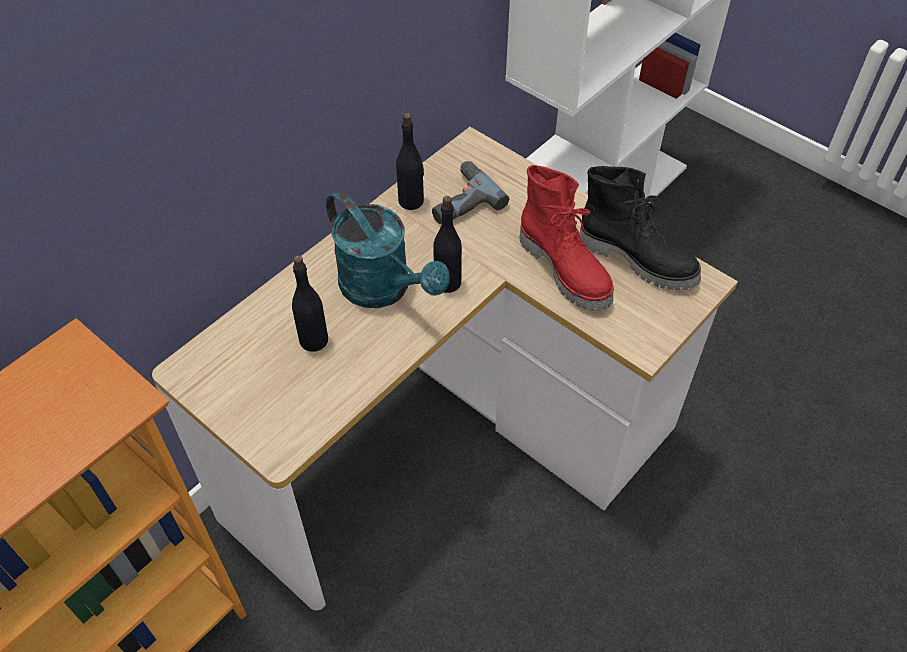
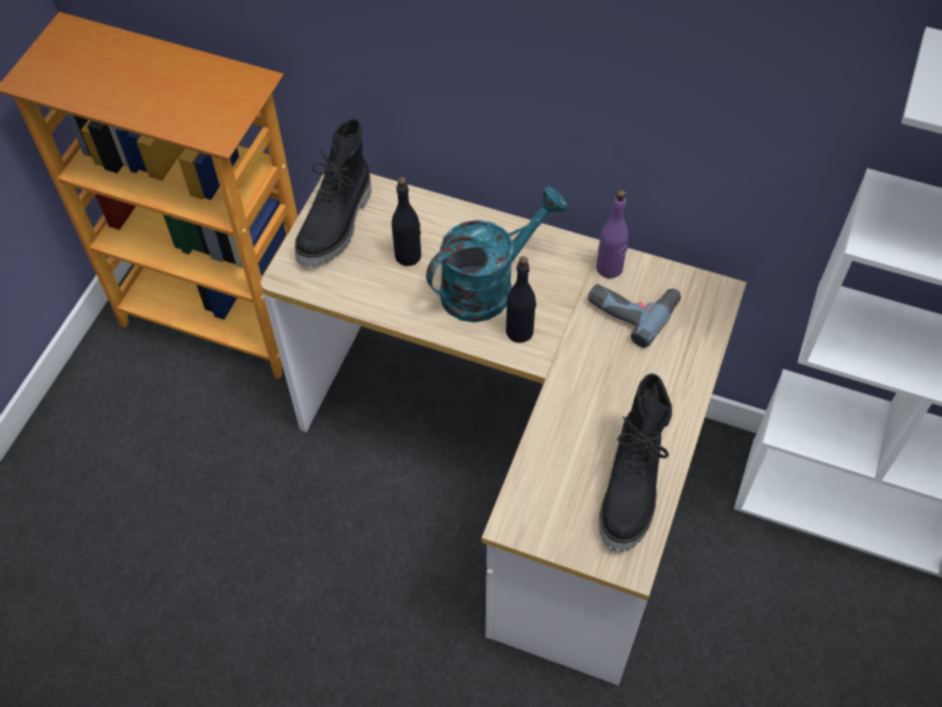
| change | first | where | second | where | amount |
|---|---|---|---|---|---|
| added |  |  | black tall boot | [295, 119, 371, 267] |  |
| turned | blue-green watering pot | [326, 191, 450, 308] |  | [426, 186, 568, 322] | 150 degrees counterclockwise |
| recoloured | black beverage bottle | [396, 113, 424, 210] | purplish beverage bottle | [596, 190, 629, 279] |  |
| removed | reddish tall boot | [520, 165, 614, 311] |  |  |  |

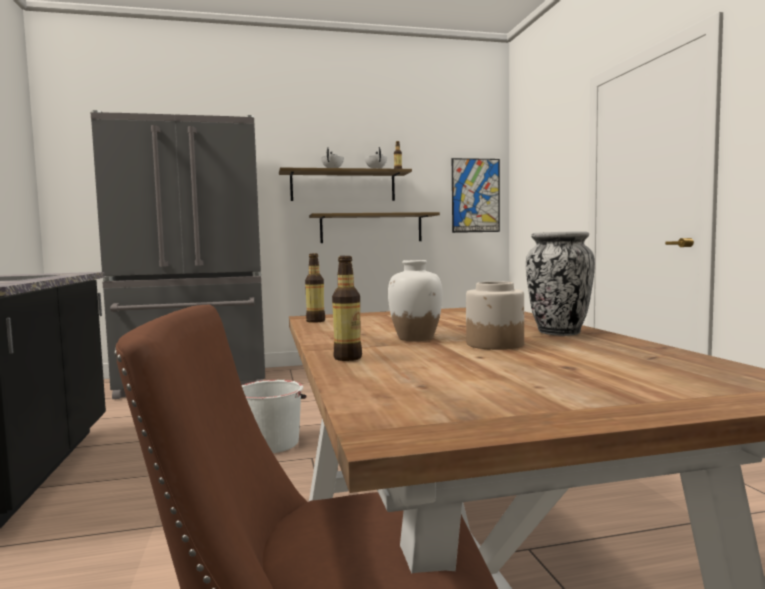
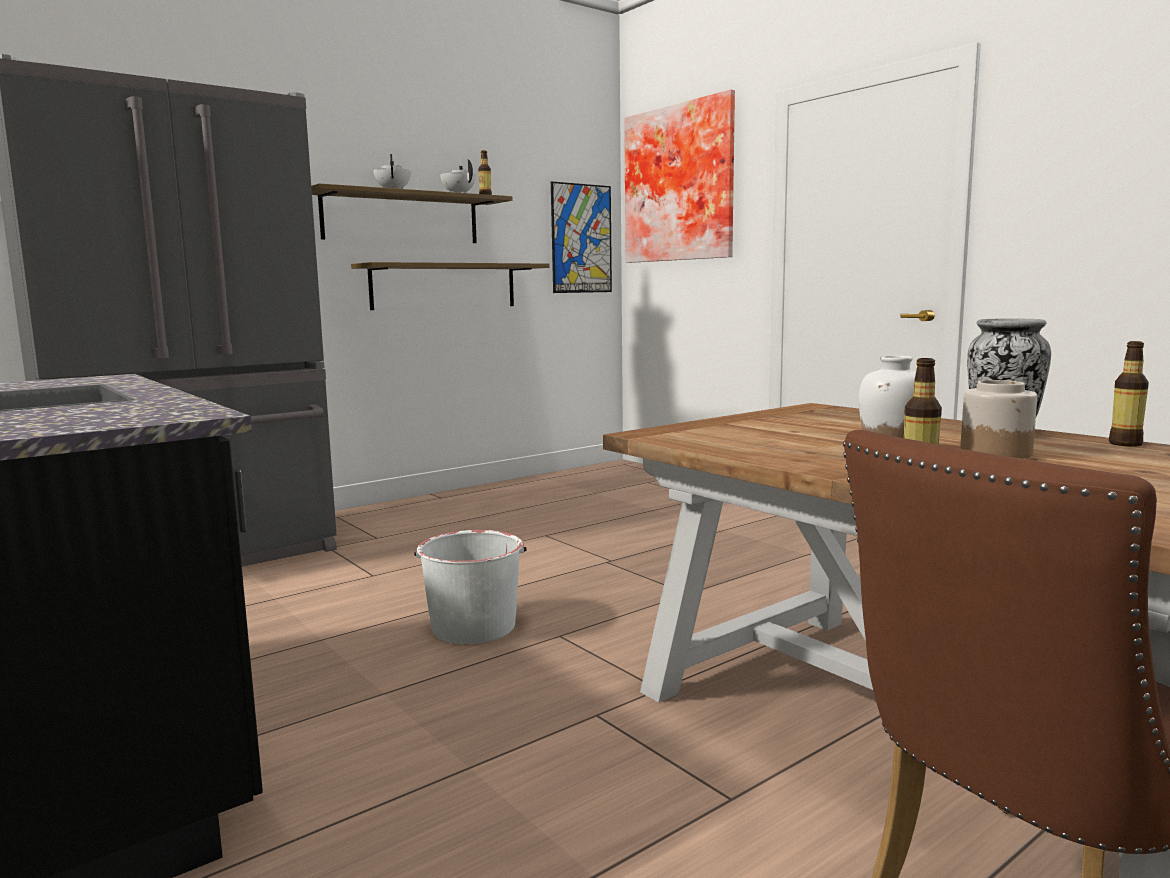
| change | first | where | second | where | amount |
|---|---|---|---|---|---|
| added |  |  | picture | [624, 90, 735, 263] |  |
| moved | beverage bottle | [305, 253, 325, 323] |  | [1109, 341, 1149, 447] |  |

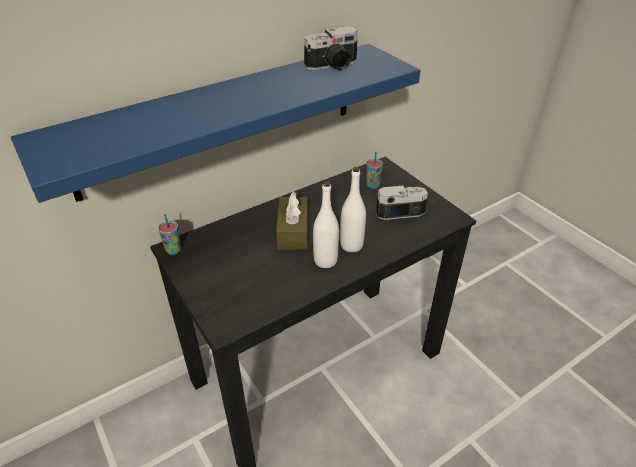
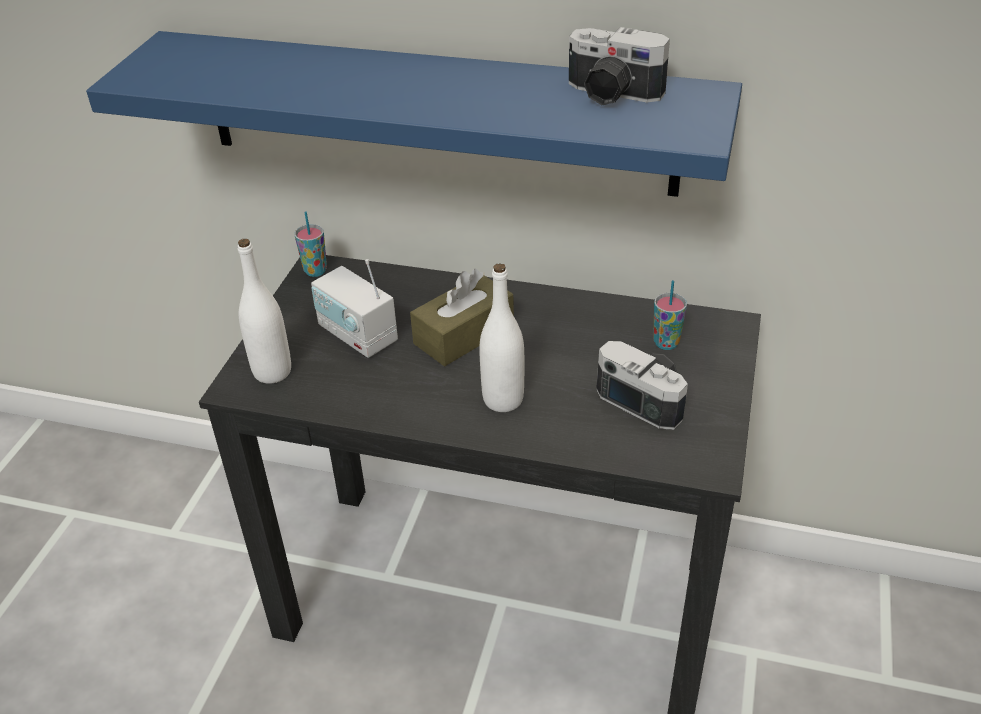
| change | first | where | second | where | amount |
|---|---|---|---|---|---|
| moved | white-coloured beverage bottle | [313, 181, 339, 268] |  | [238, 239, 291, 384] |  |
| added |  |  | radio set | [311, 259, 398, 358] |  |

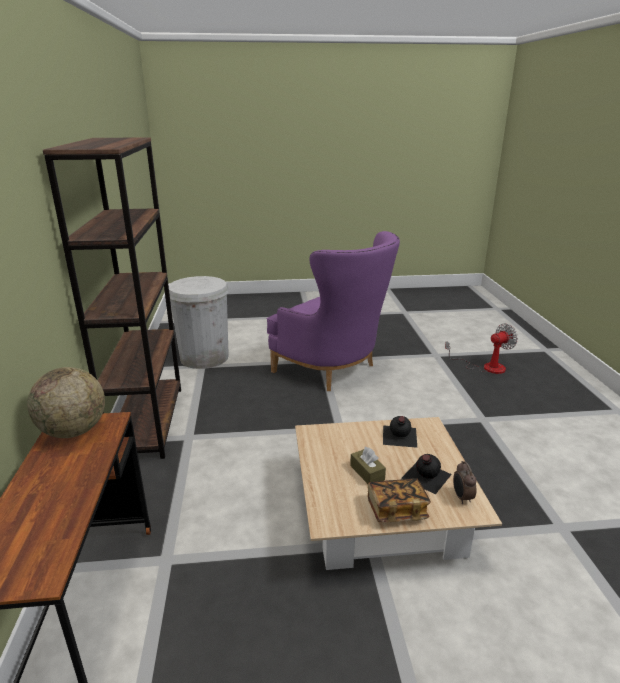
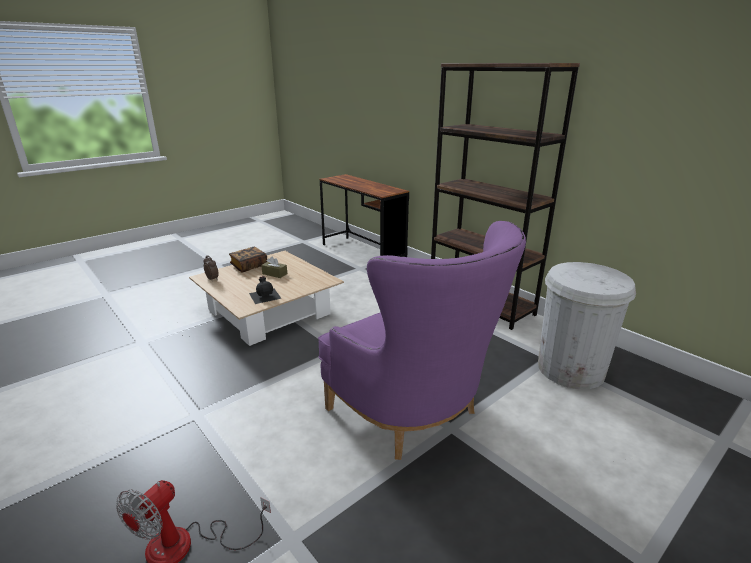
| change | first | where | second | where | amount |
|---|---|---|---|---|---|
| turned | purplish armchair | [267, 231, 400, 391] |  | [318, 221, 526, 460] | 135 degrees counterclockwise |
| removed | desk globe | [27, 367, 105, 438] |  |  |  |
| removed | black beverage bottle | [401, 454, 452, 494] |  |  |  |

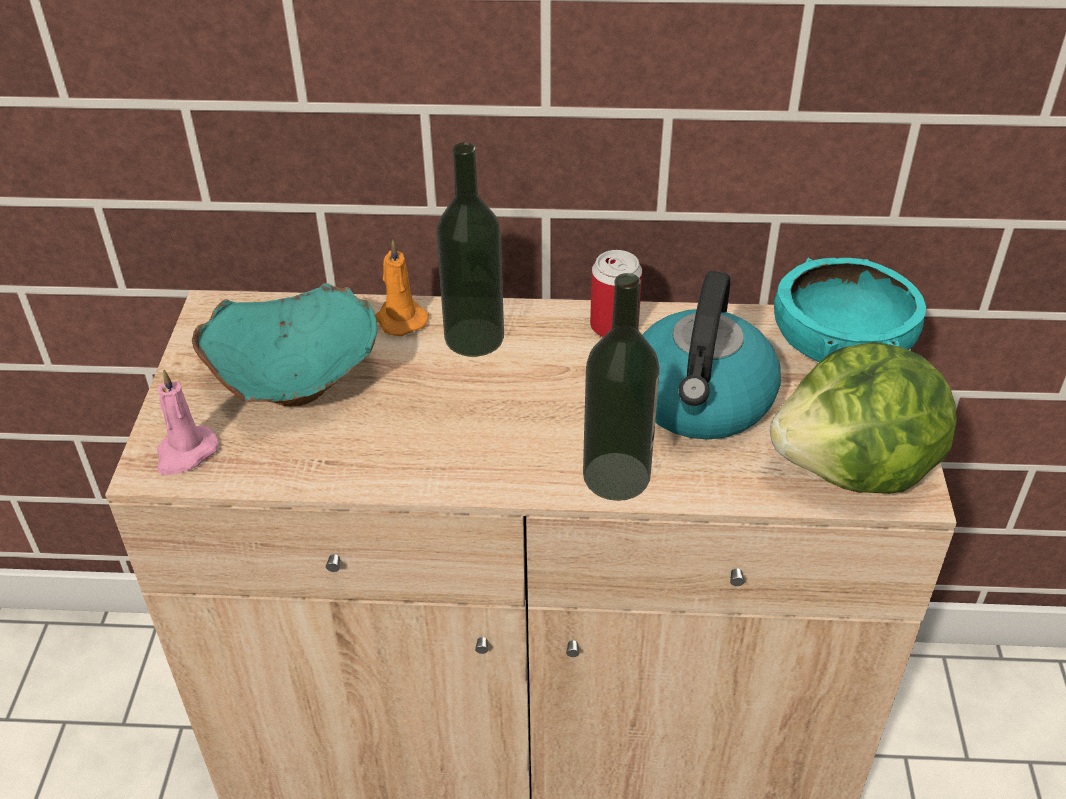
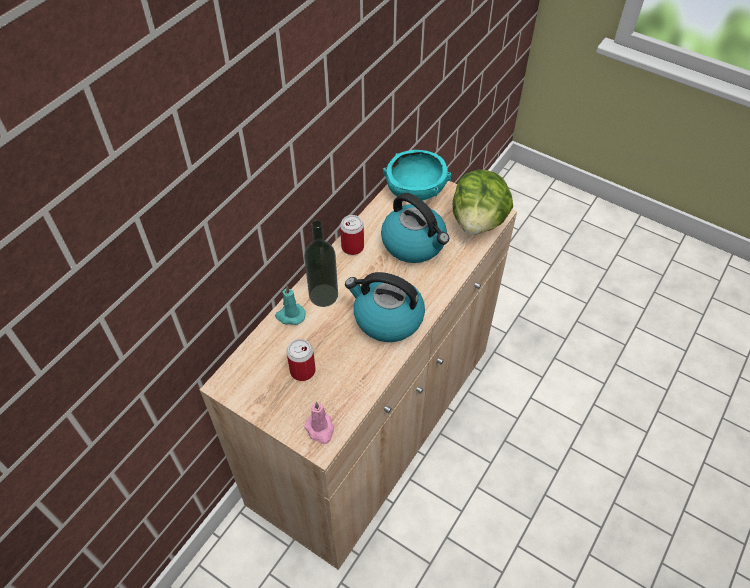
| change | first | where | second | where | amount |
|---|---|---|---|---|---|
| recoloured | orangey wax candle | [375, 240, 429, 336] | blue-green wax candle | [275, 286, 306, 325] |  |
| replaced | blue-green bowl | [192, 283, 377, 407] | metal can | [286, 339, 316, 381] |  |
| added |  |  | water kettle | [345, 272, 425, 342] |  |
| removed | beverage bottle | [583, 273, 660, 501] |  |  |  |

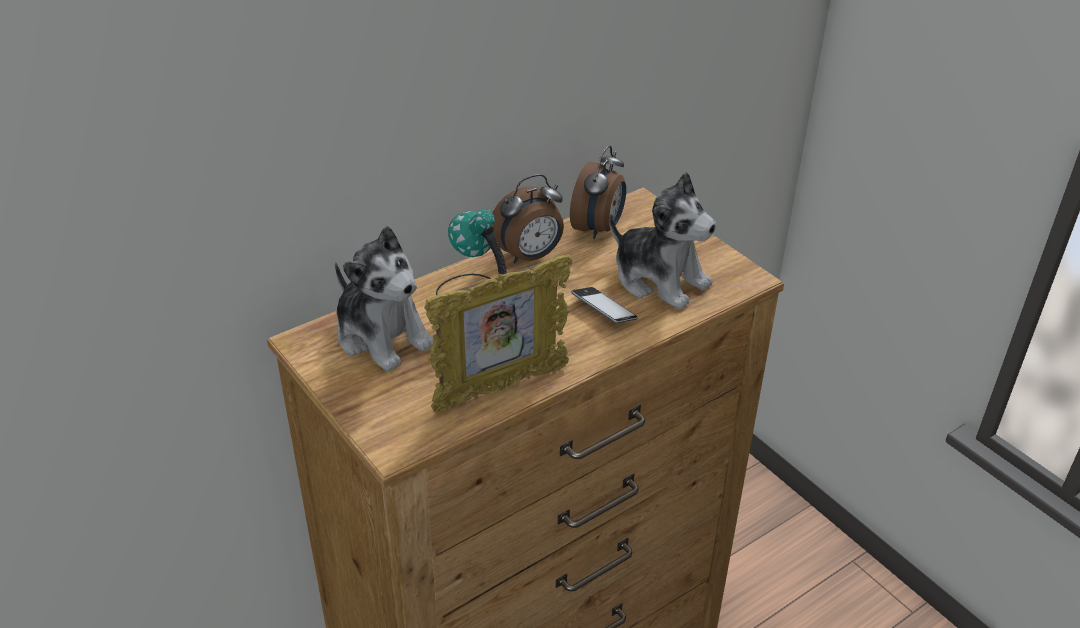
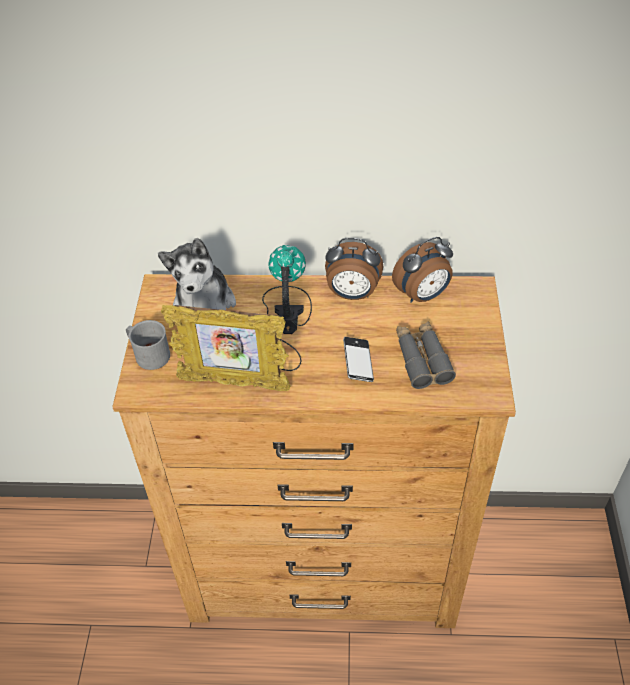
| change | first | where | second | where | amount |
|---|---|---|---|---|---|
| added |  |  | grey tea mug | [126, 320, 170, 370] |  |
| replaced | soft toy | [609, 172, 716, 310] | grey binoculars | [396, 321, 456, 389] |  |

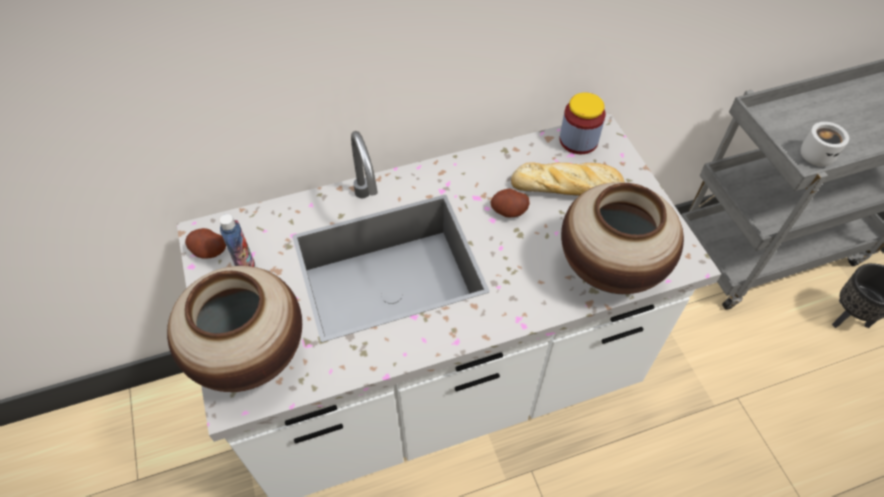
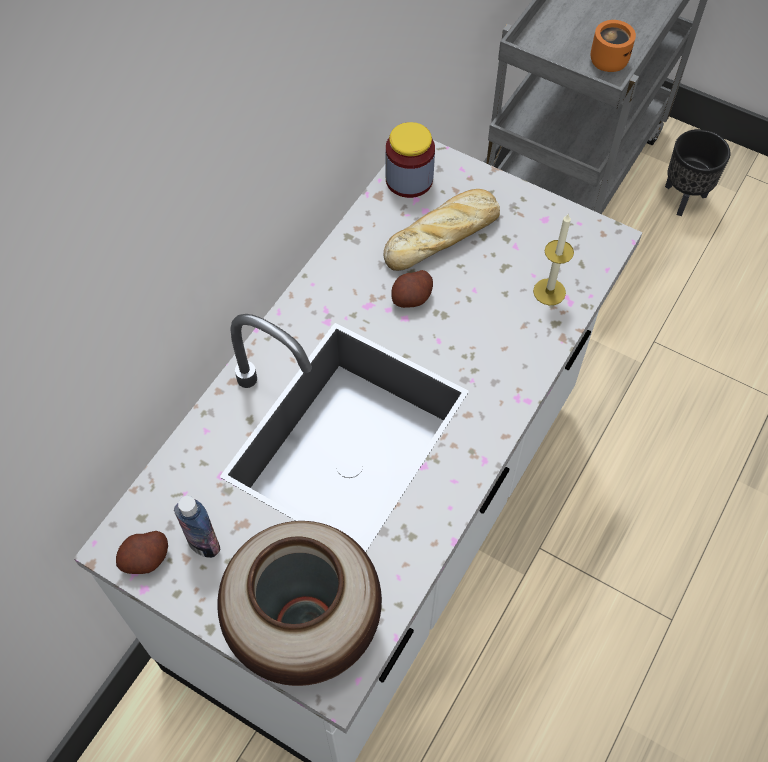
| change | first | where | second | where | amount |
|---|---|---|---|---|---|
| replaced | decorative vase | [561, 182, 684, 294] | wax candle | [533, 213, 574, 305] |  |
| recoloured | white-coloured tea mug | [801, 122, 849, 167] | orangey tea mug | [591, 20, 636, 72] |  |

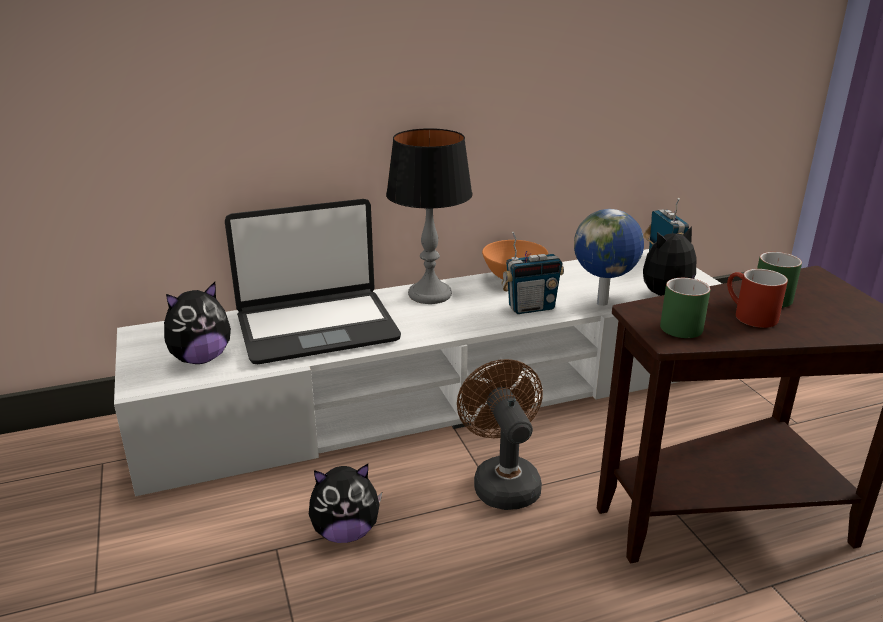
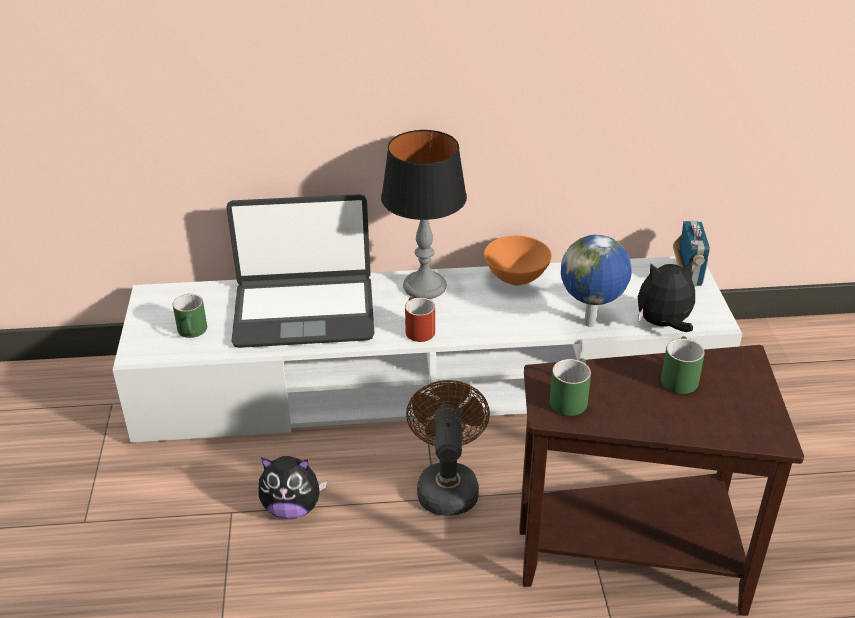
| change | first | where | second | where | amount |
|---|---|---|---|---|---|
| replaced | soft toy | [164, 282, 231, 364] | green-coloured tea mug | [173, 294, 207, 338] |  |
| moved | reddish tea mug | [727, 269, 788, 328] |  | [405, 297, 435, 342] |  |
| removed | radio set | [501, 232, 564, 314] |  |  |  |

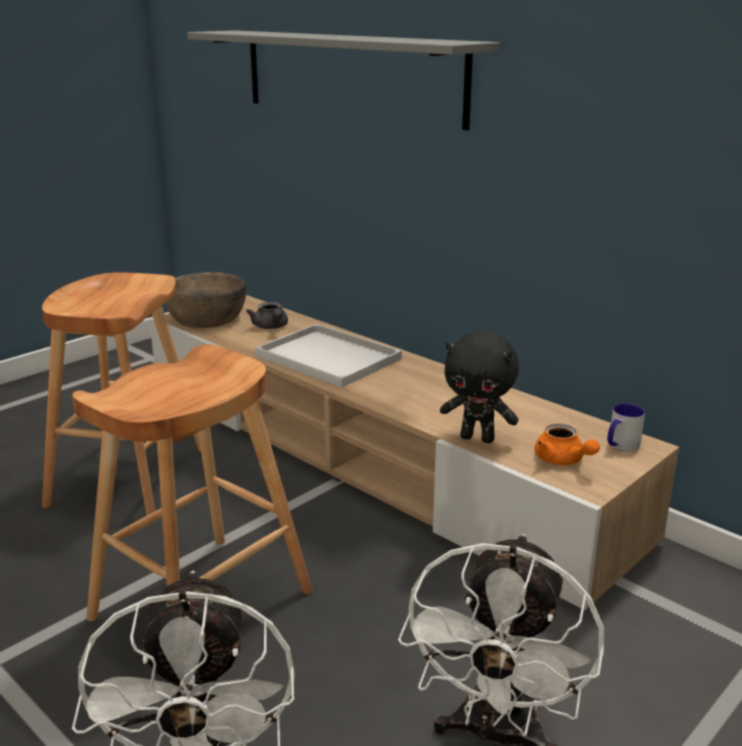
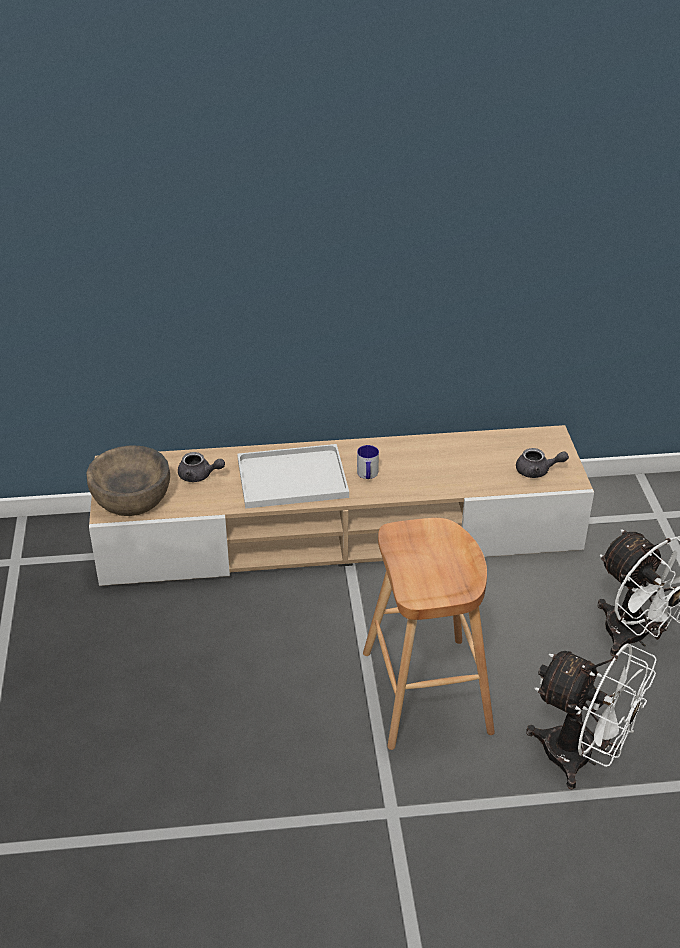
| change | first | where | second | where | amount |
|---|---|---|---|---|---|
| moved | tea mug | [607, 403, 645, 451] |  | [357, 445, 379, 479] |  |
| recoloured | orangey teapot | [535, 424, 600, 465] | grey teapot | [516, 448, 569, 478] |  |
| removed | brown-coloured stool seat | [42, 272, 201, 515] |  |  |  |
| removed | grey shelf | [187, 30, 499, 130] |  |  |  |
| removed | black soft toy | [440, 331, 519, 443] |  |  |  |

